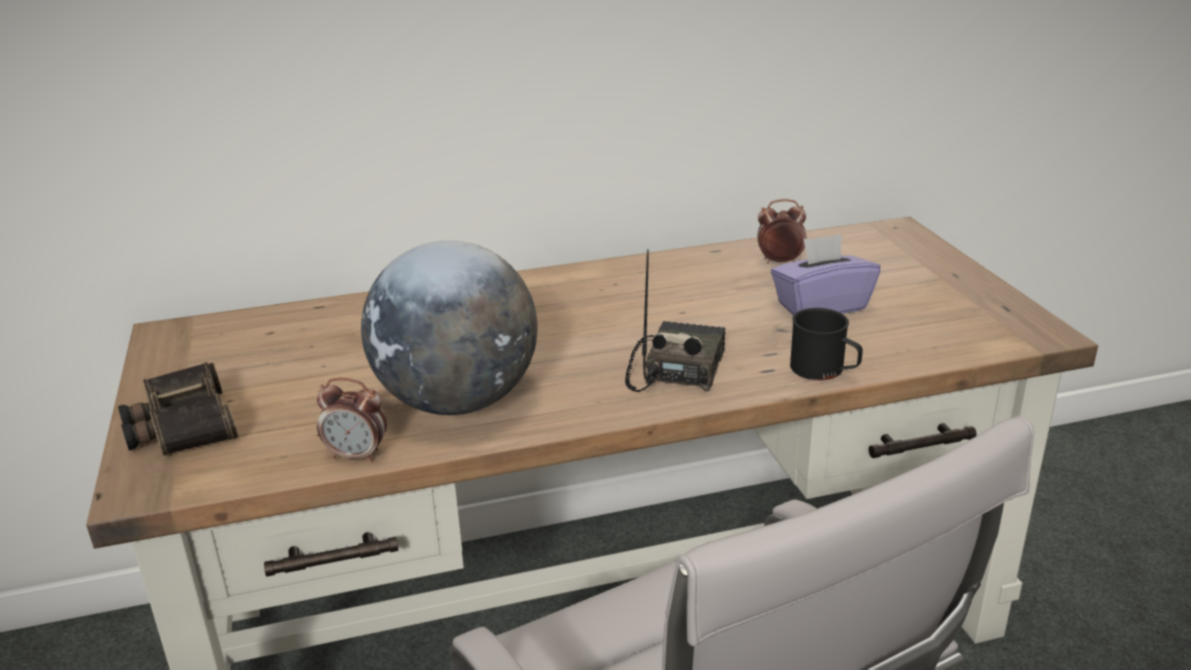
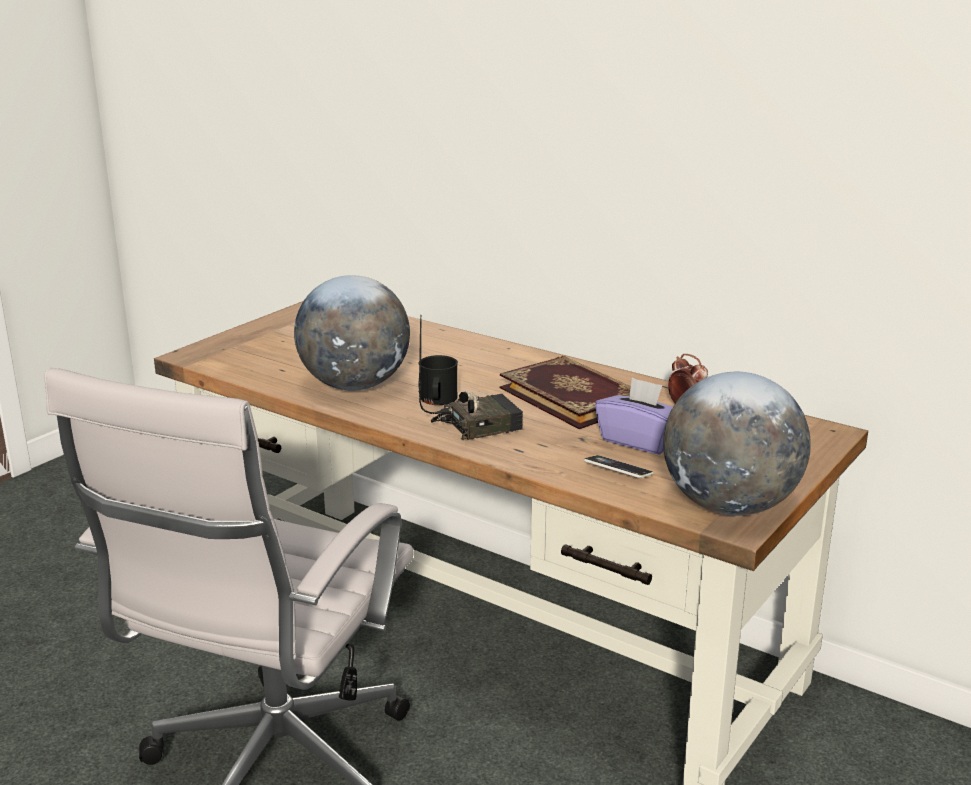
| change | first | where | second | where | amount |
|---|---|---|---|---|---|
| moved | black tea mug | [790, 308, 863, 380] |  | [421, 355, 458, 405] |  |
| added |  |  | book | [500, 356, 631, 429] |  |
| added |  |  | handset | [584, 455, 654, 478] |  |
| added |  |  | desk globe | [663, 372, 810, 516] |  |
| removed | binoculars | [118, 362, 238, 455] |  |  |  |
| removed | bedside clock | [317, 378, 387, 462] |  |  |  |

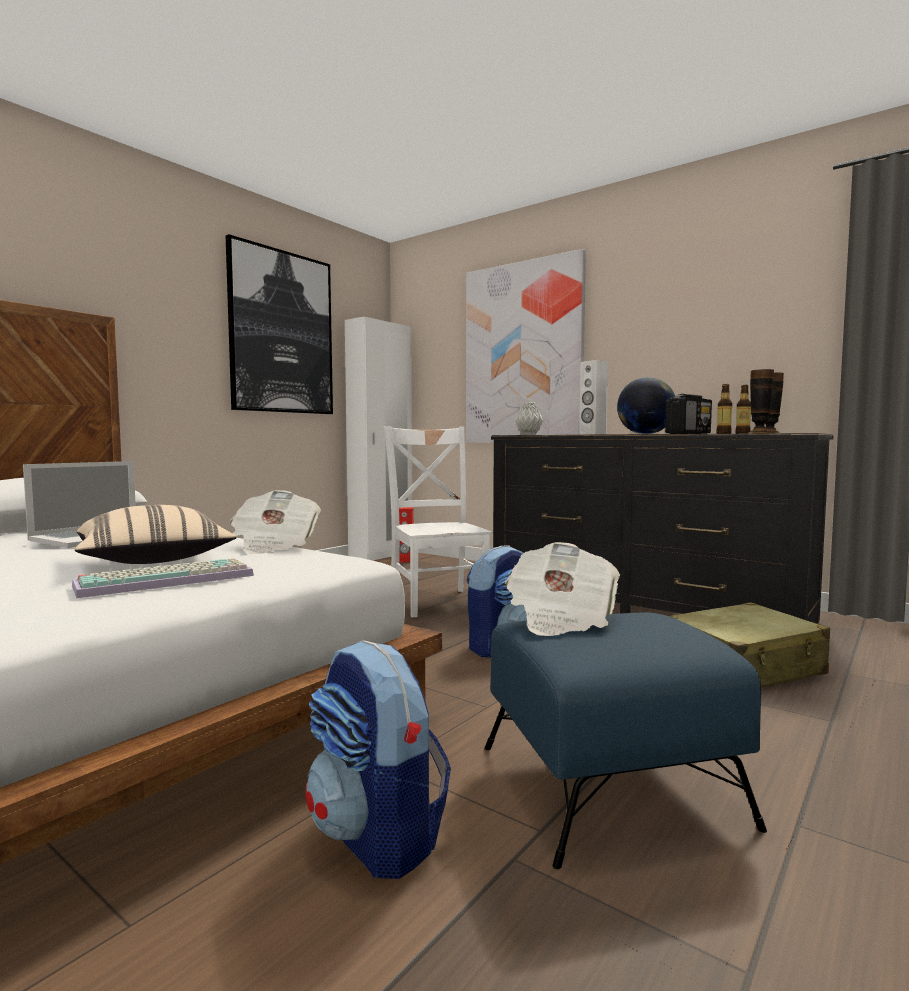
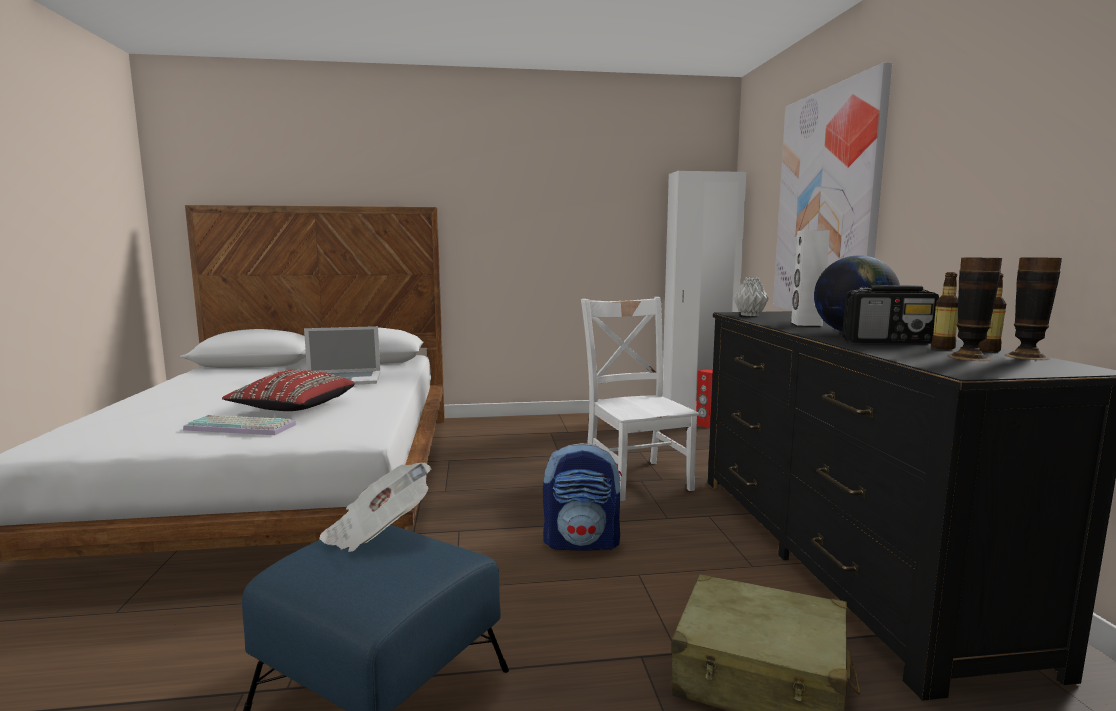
| change | first | where | second | where | amount |
|---|---|---|---|---|---|
| recoloured | beige throw pillow | [75, 505, 237, 564] | reddish throw pillow | [222, 370, 355, 411] |  |
| turned | white-coloured upright chair | [384, 426, 492, 618] |  | [581, 297, 700, 501] | 45 degrees counterclockwise |
| removed | picture | [226, 234, 333, 414] |  |  |  |
| removed | newspaper | [230, 490, 321, 554] |  |  |  |
| removed | rucksack | [306, 640, 451, 879] |  |  |  |

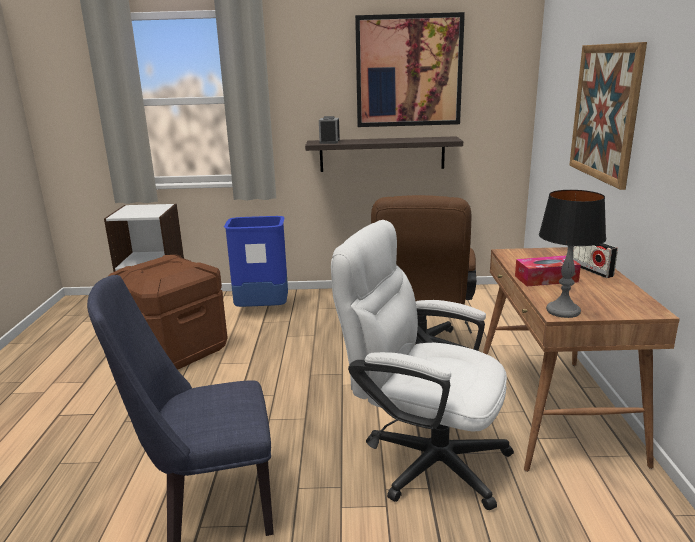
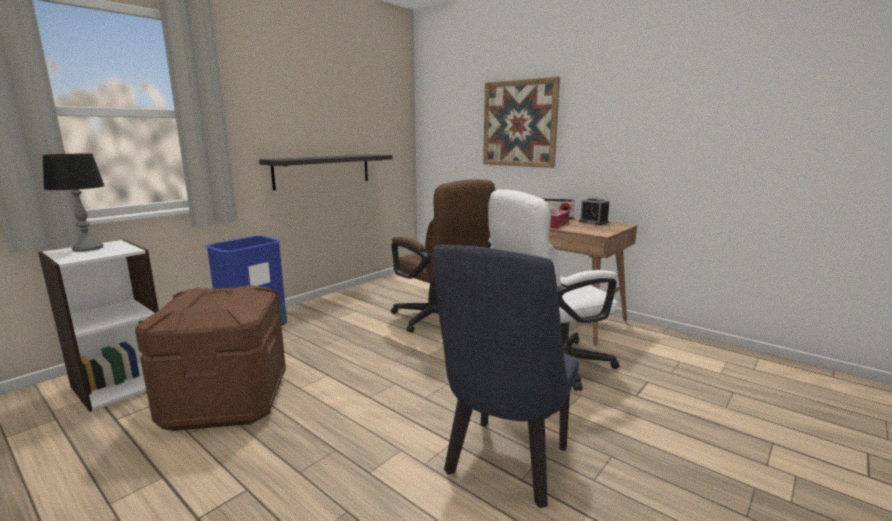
| change | first | where | second | where | amount |
|---|---|---|---|---|---|
| moved | table lamp | [539, 190, 606, 318] |  | [42, 154, 105, 252] |  |
| moved | bedside clock | [319, 116, 340, 144] |  | [579, 197, 609, 225] |  |
| removed | picture | [355, 12, 465, 127] |  |  |  |

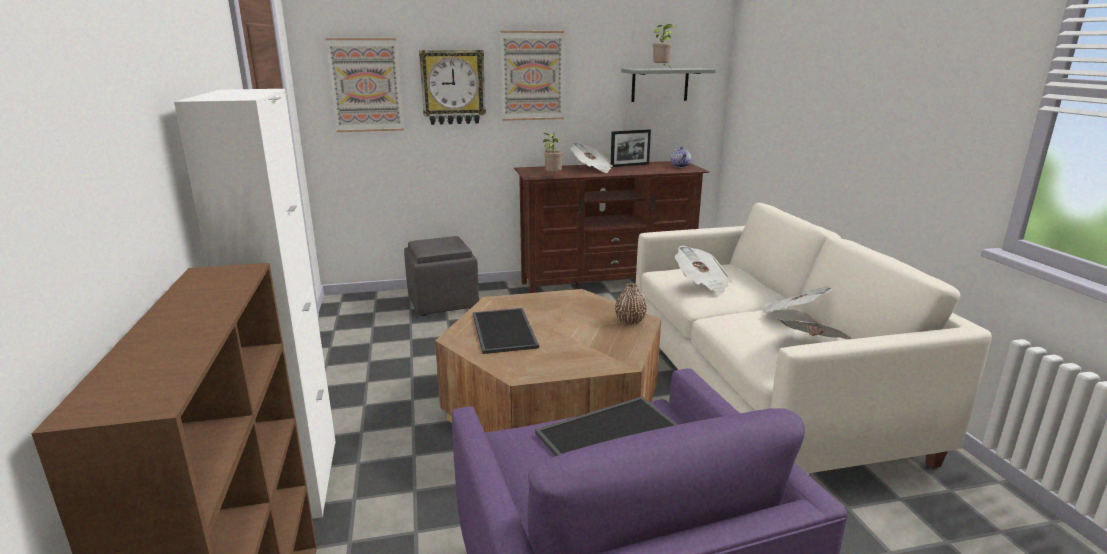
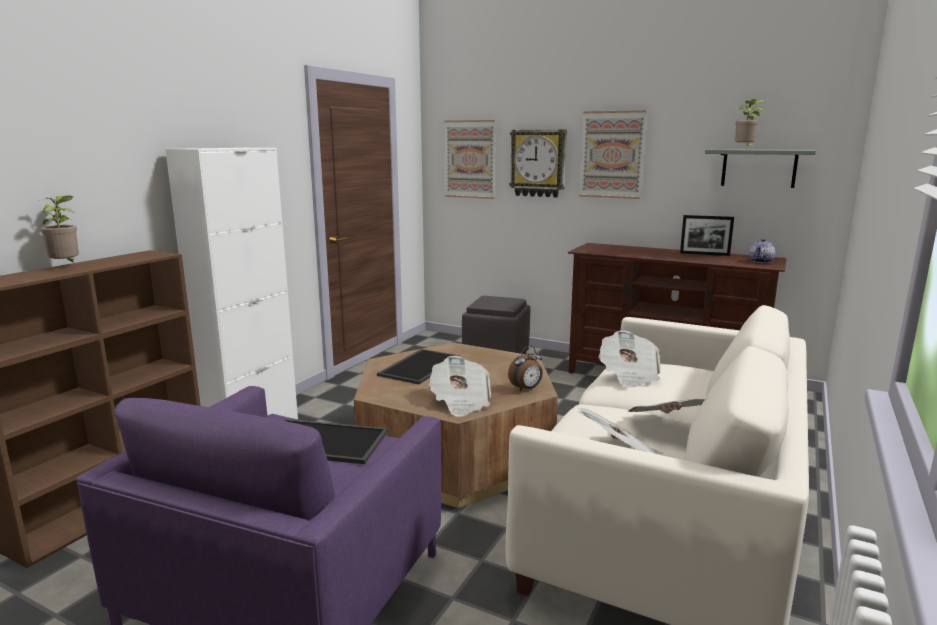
| change | first | where | second | where | amount |
|---|---|---|---|---|---|
| moved | plant in a pot | [543, 132, 563, 174] |  | [38, 196, 79, 263] |  |
| moved | newspaper | [571, 143, 613, 173] |  | [429, 356, 491, 417] |  |
| replaced | brown-coloured decorative vase | [615, 283, 647, 325] | bedside clock | [508, 346, 543, 391] |  |

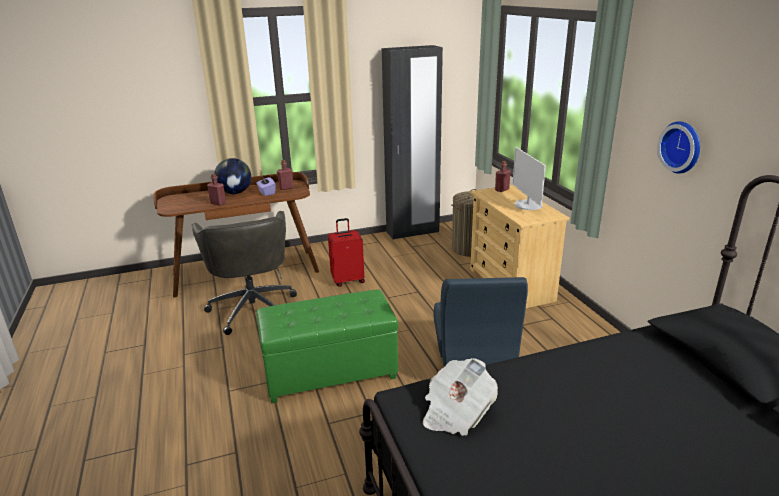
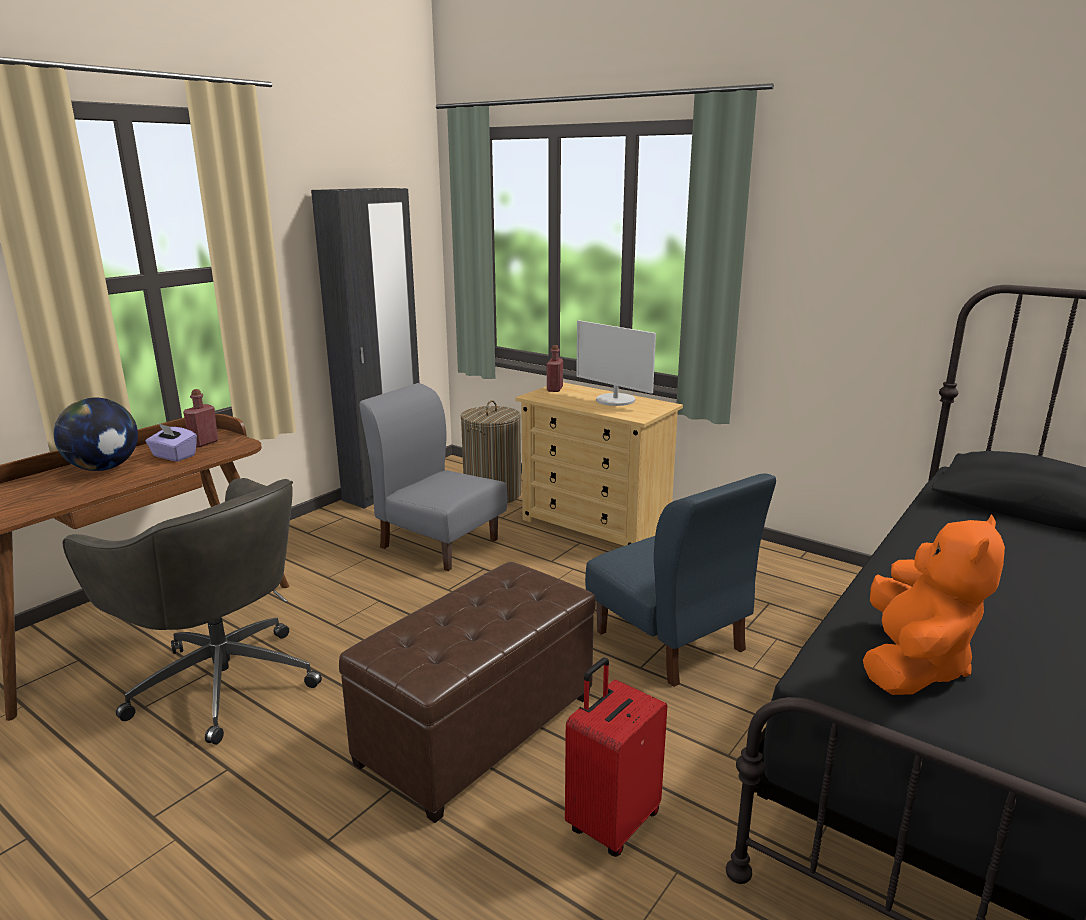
| change | first | where | second | where | amount |
|---|---|---|---|---|---|
| recoloured | green-coloured pouffe | [256, 289, 398, 403] | brown-coloured pouffe | [339, 562, 596, 823] |  |
| added |  |  | grey upright chair | [360, 383, 508, 571] |  |
| moved | reddish suitcase | [328, 218, 365, 287] |  | [565, 658, 667, 857] |  |
| replaced | newspaper | [423, 358, 498, 436] | orangey soft toy | [863, 514, 1005, 695] |  |
| removed | reddish beverage bottle | [207, 174, 226, 206] |  |  |  |
| removed | hanging clock | [657, 121, 700, 174] |  |  |  |

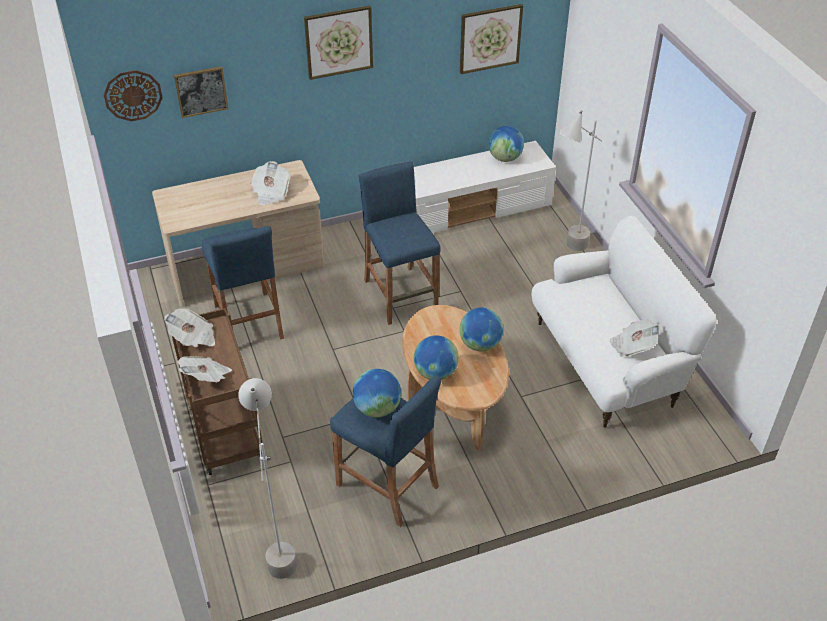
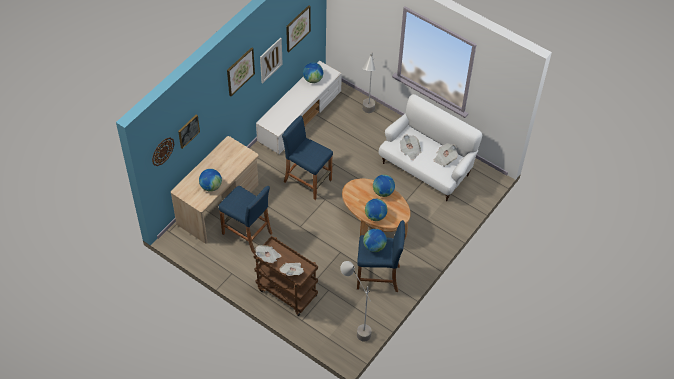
| change | first | where | second | where | amount |
|---|---|---|---|---|---|
| added |  |  | desk globe | [199, 169, 222, 191] |  |
| added |  |  | picture | [260, 37, 283, 84] |  |
| moved | newspaper | [251, 161, 291, 206] |  | [400, 134, 421, 160] |  |

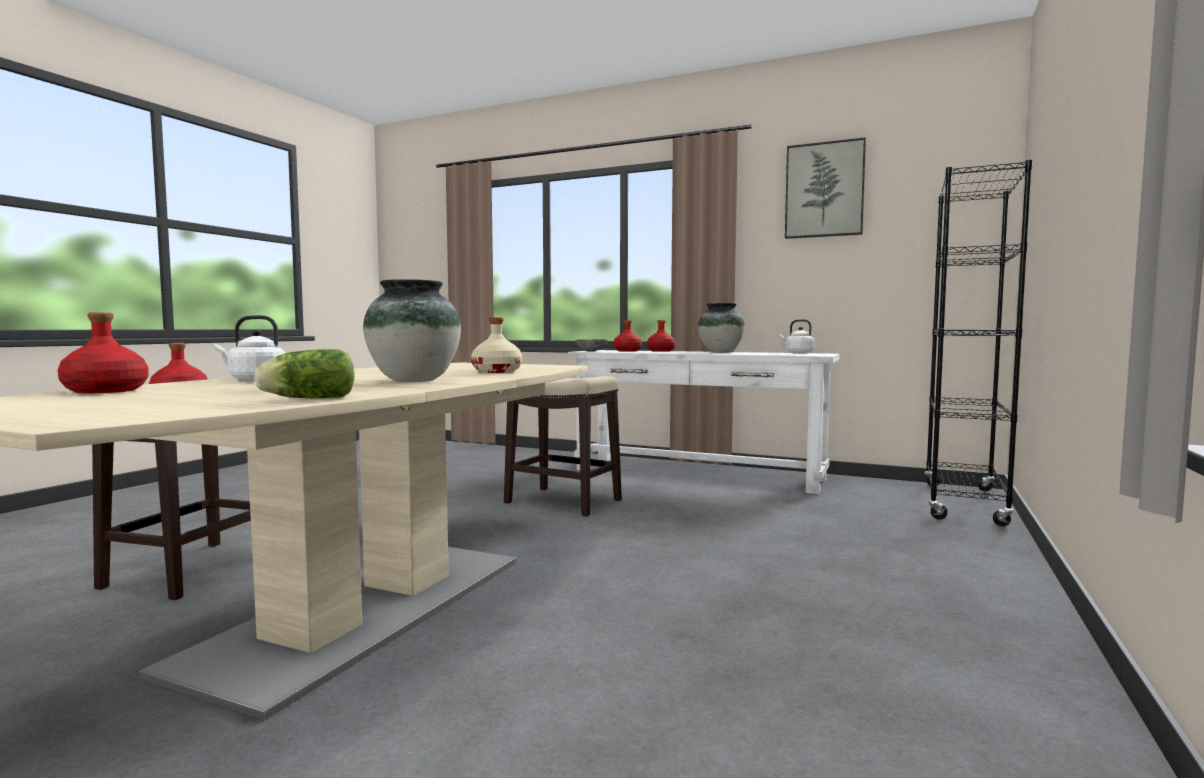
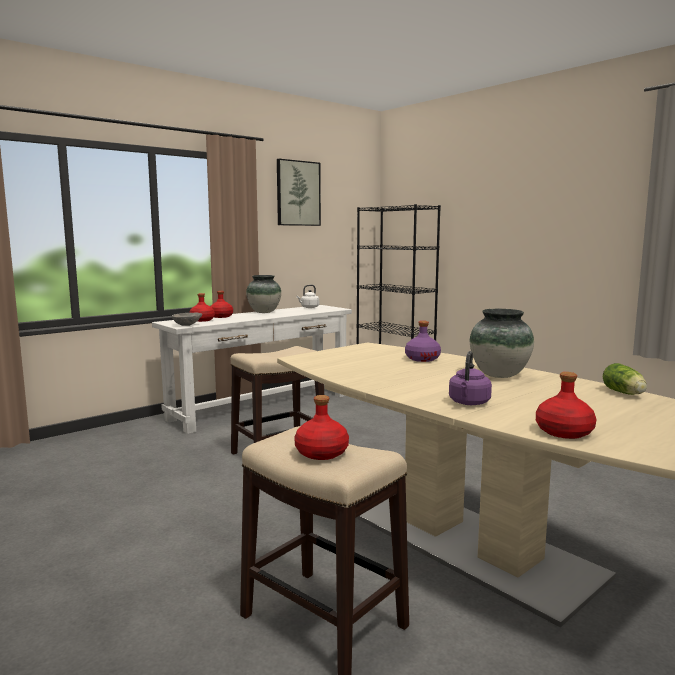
| change | first | where | second | where | amount |
|---|---|---|---|---|---|
| recoloured | beige beverage bottle | [471, 317, 522, 373] | purplish beverage bottle | [405, 321, 441, 362] |  |
| recoloured | white-coloured water kettle | [215, 315, 285, 381] | purplish water kettle | [449, 351, 492, 405] |  |

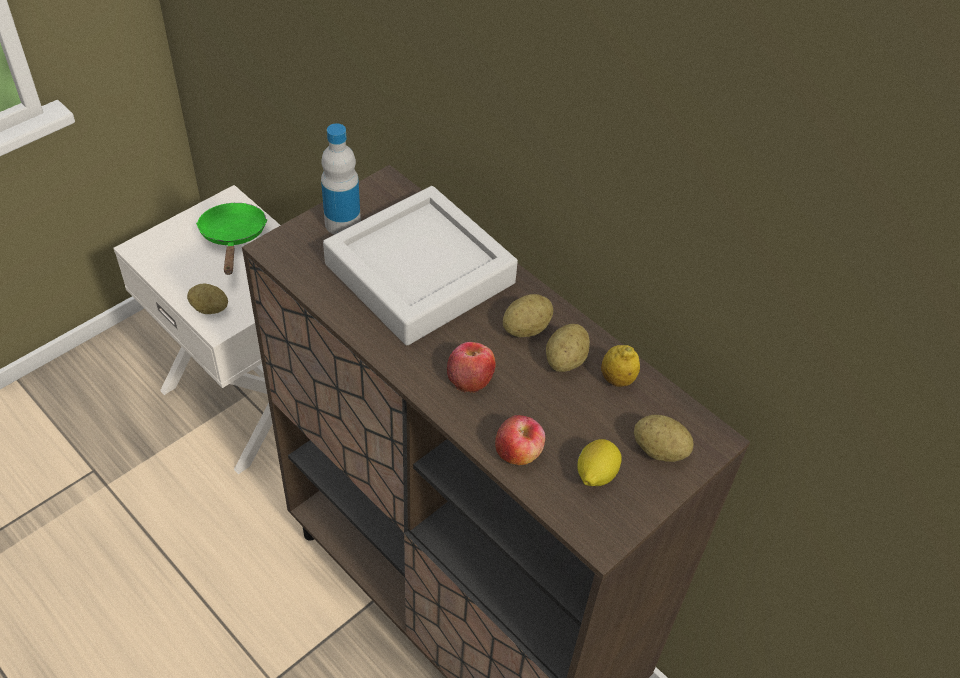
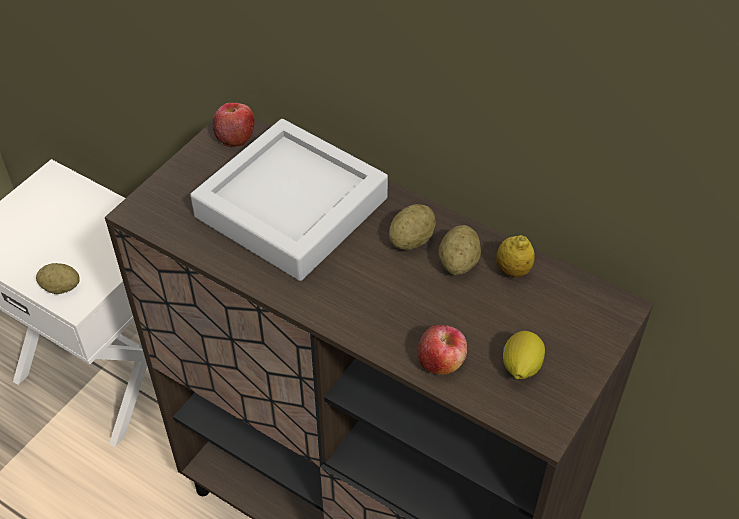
| change | first | where | second | where | amount |
|---|---|---|---|---|---|
| moved | whole apple | [447, 342, 496, 393] |  | [213, 103, 255, 148] |  |
| removed | green-coloured skillet | [196, 203, 268, 275] |  |  |  |
| removed | beverage bottle | [321, 123, 361, 235] |  |  |  |
| removed | spud | [634, 415, 694, 462] |  |  |  |

